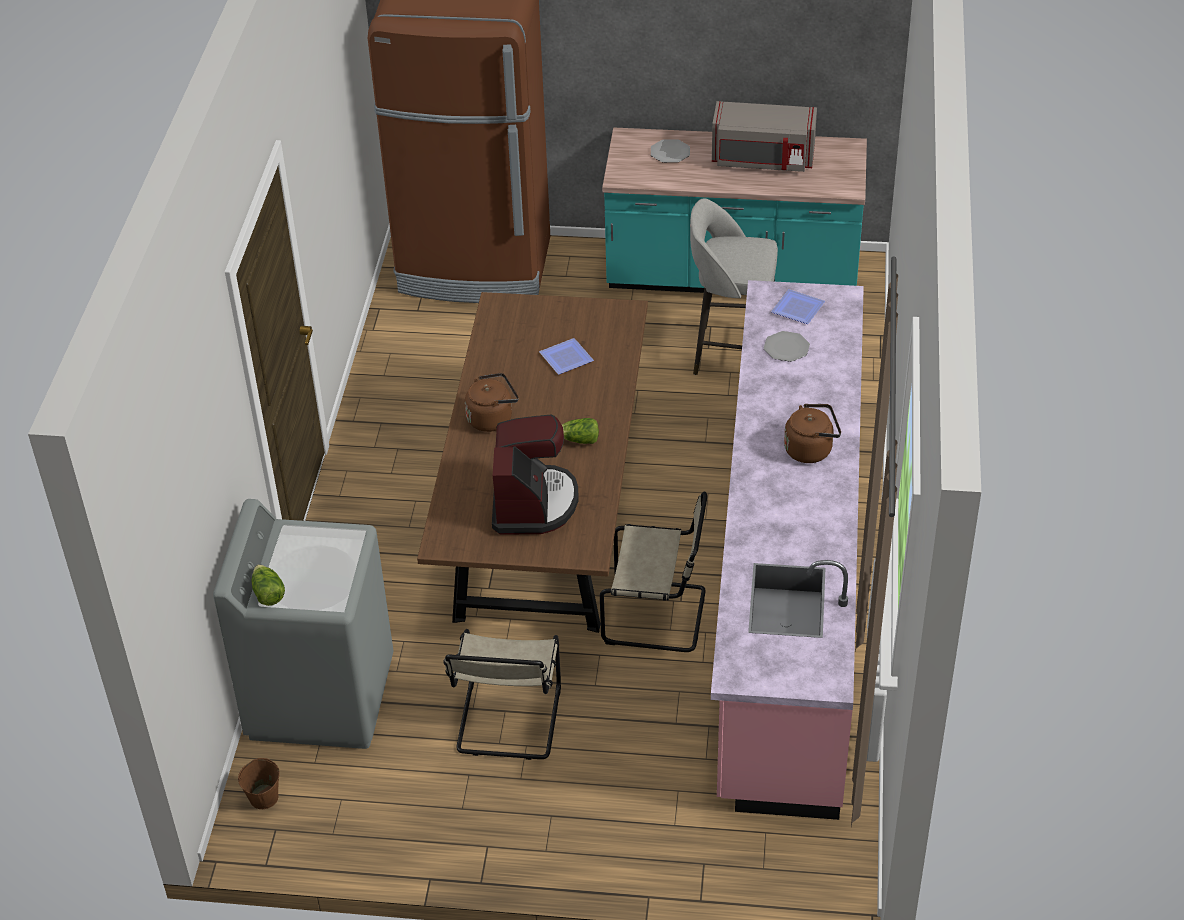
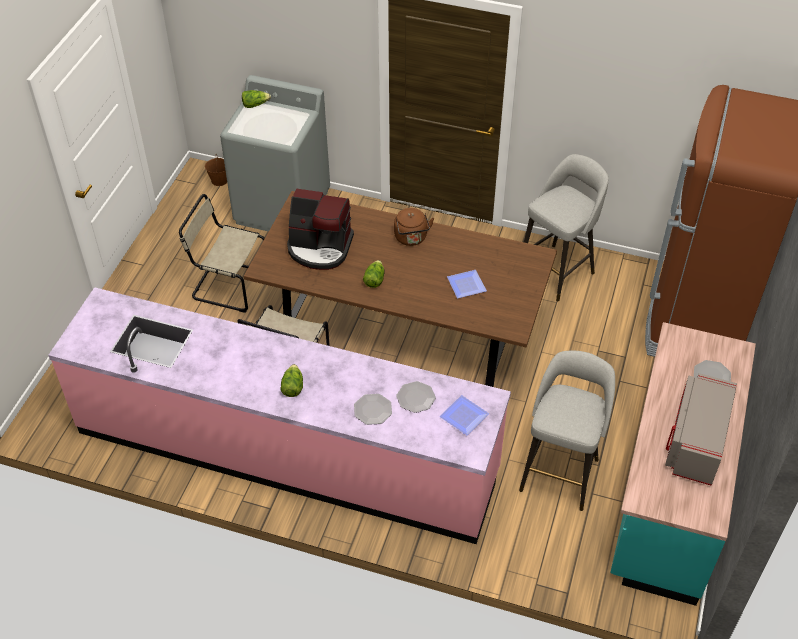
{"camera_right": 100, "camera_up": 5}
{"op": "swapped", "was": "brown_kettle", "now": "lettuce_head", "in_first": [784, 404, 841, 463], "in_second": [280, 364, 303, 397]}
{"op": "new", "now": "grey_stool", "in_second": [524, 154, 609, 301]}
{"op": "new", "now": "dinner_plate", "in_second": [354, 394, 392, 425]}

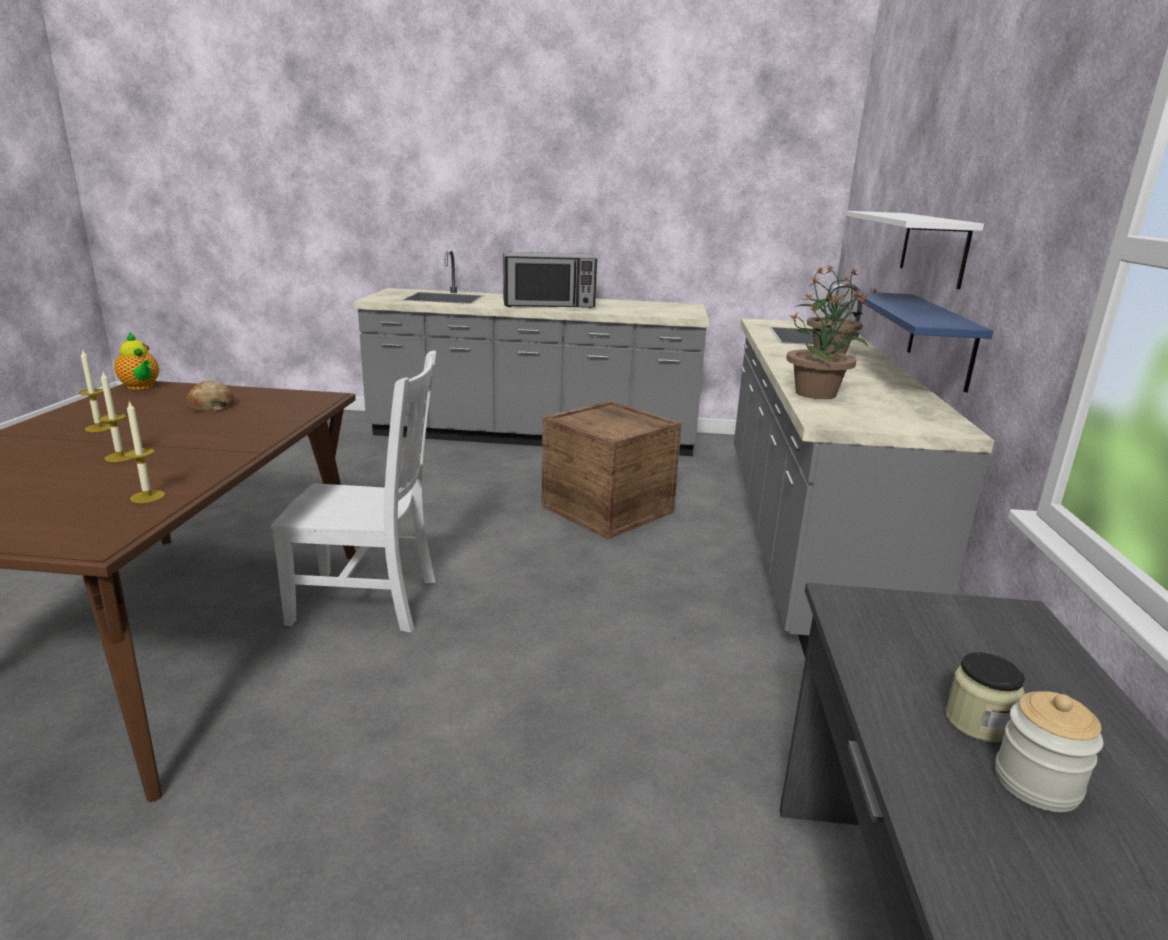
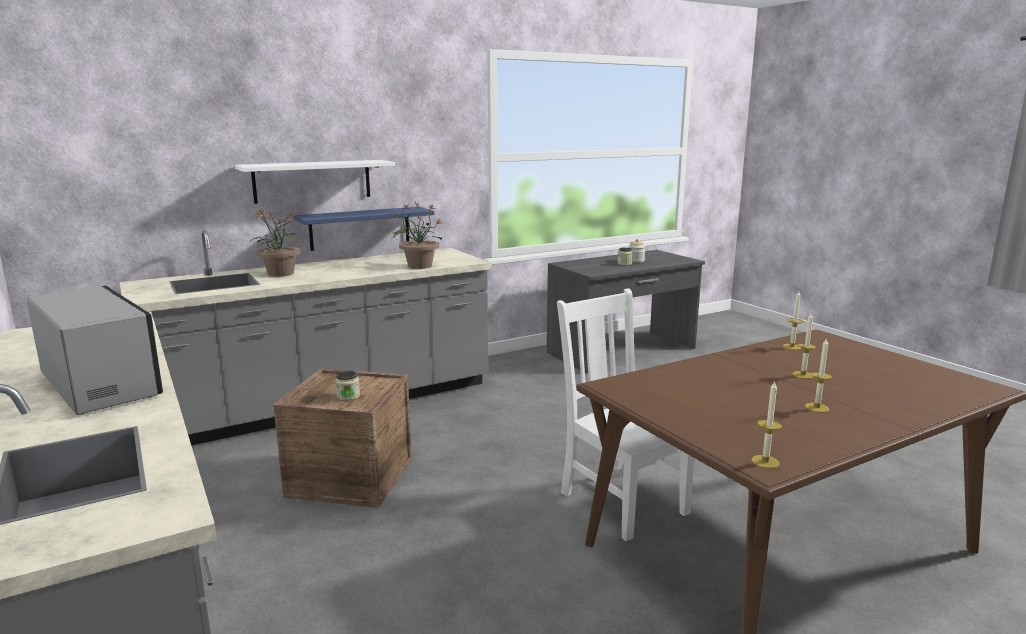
{"camera_right": -125, "camera_up": -5}
{"op": "swapped", "was": "tea_pot", "now": "candle", "in_first": [114, 332, 159, 390], "in_second": [751, 381, 782, 469]}
{"op": "gone", "was": "bread", "in_first": [187, 381, 234, 411]}
{"op": "new", "now": "preserve_jar", "in_second": [336, 371, 360, 401]}

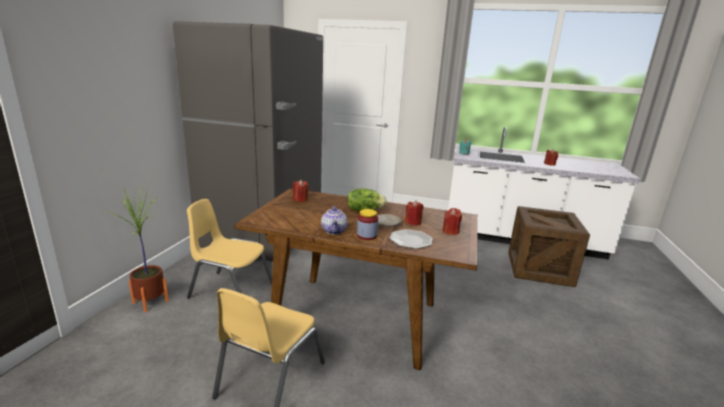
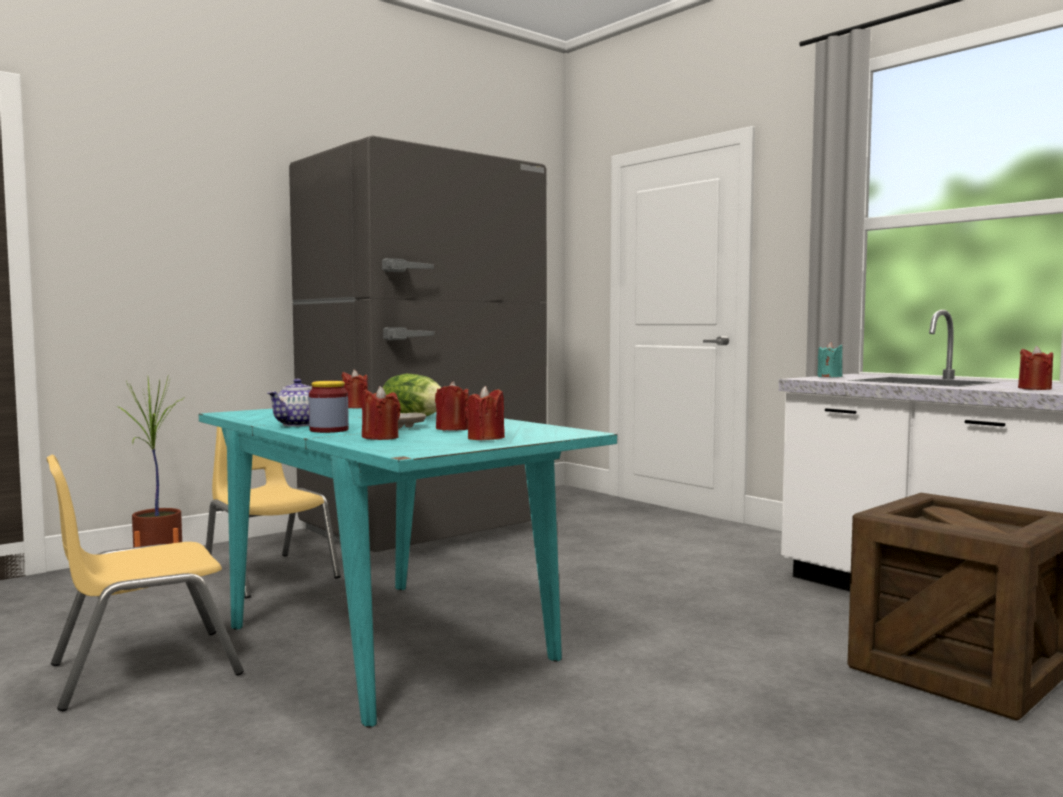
{"camera_right": 35, "camera_up": -15}
{"op": "repainted", "was": "brown_dining_table", "now": "turquoise_dining_table", "in_first": [234, 188, 478, 370], "in_second": [199, 408, 617, 728]}
{"op": "swapped", "was": "dinner_plate", "now": "reddish_candle", "in_first": [389, 229, 433, 249], "in_second": [362, 386, 401, 440]}

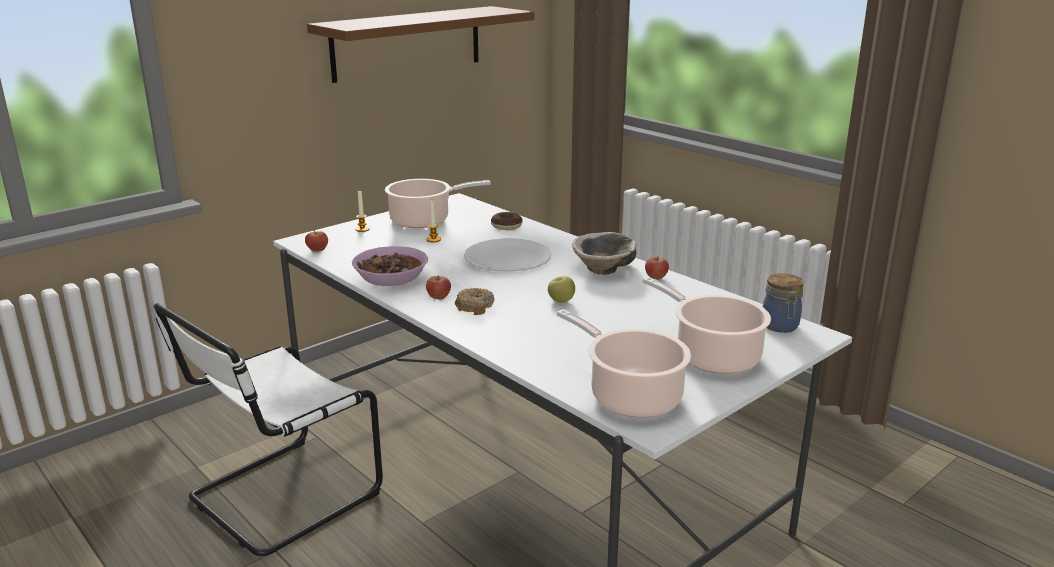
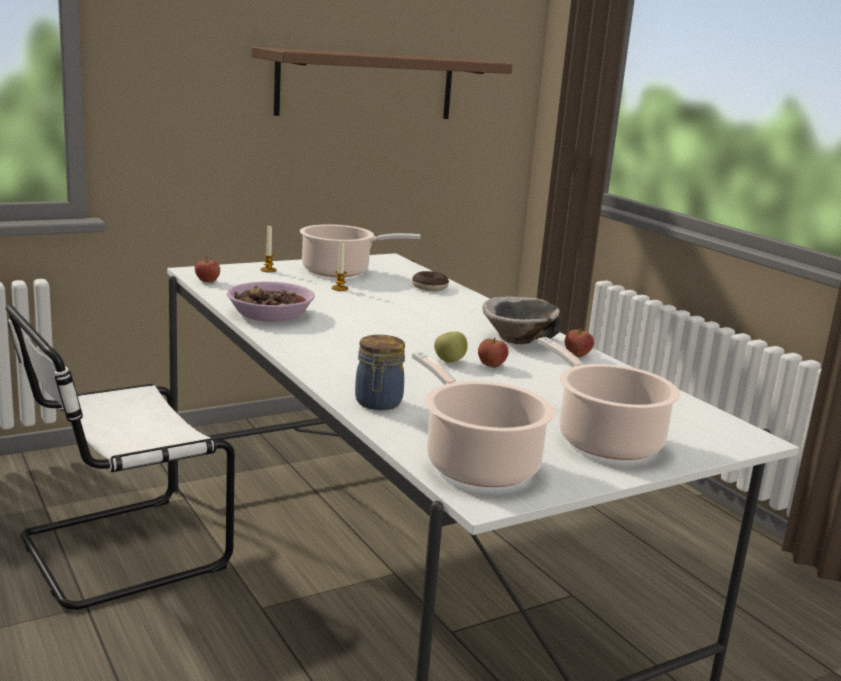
{"camera_right": 10, "camera_up": -5}
{"op": "gone", "was": "whitish_dinner_plate", "in_first": [464, 238, 551, 272]}
{"op": "shifted", "was": "preserve_jar", "in_first": [763, 273, 804, 333], "in_second": [355, 335, 405, 410]}
{"op": "shifted", "was": "apple_fruit", "in_first": [426, 275, 451, 300], "in_second": [478, 337, 508, 368]}
{"op": "gone", "was": "doughnut", "in_first": [455, 288, 495, 315]}

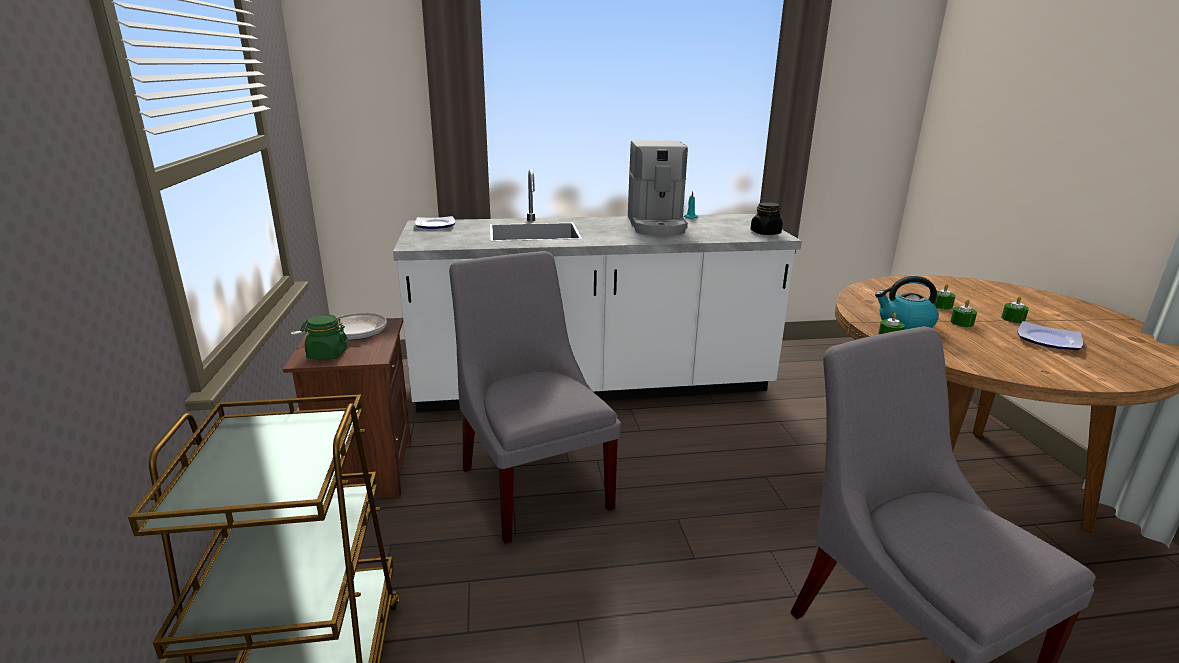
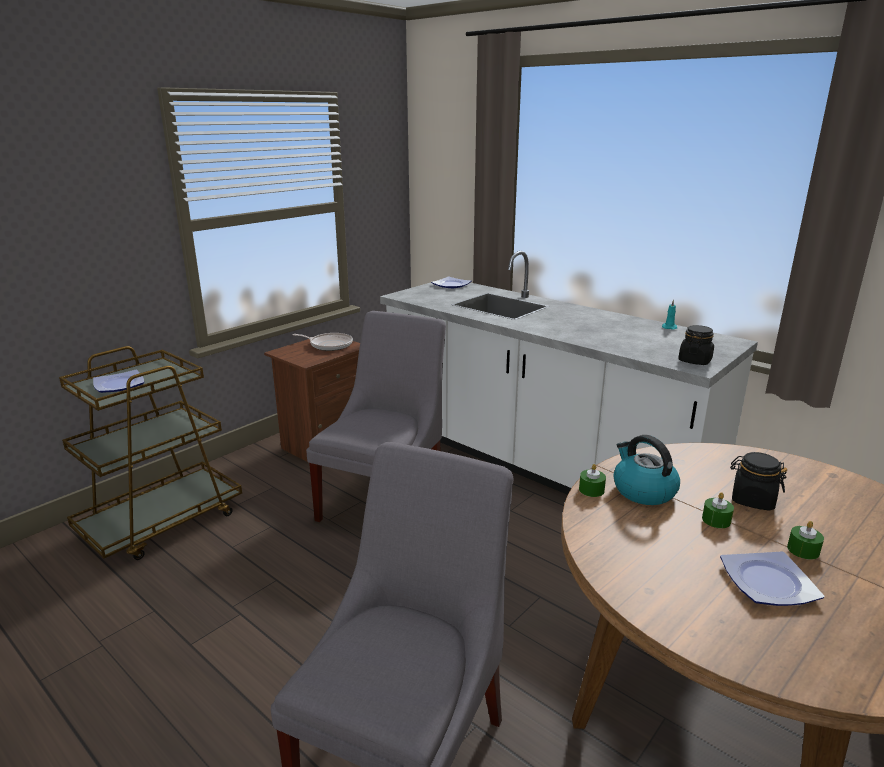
{"camera_right": 50, "camera_up": 0}
{"op": "gone", "was": "coffee_machine", "in_first": [628, 140, 688, 237]}
{"op": "swapped", "was": "green-coloured_candle", "now": "blackish_preserve_jar", "in_first": [933, 284, 956, 310], "in_second": [730, 452, 787, 511]}
{"op": "gone", "was": "green-coloured_preserve_jar", "in_first": [300, 315, 348, 360]}
{"op": "new", "now": "dinner_plate", "in_second": [93, 370, 144, 393]}

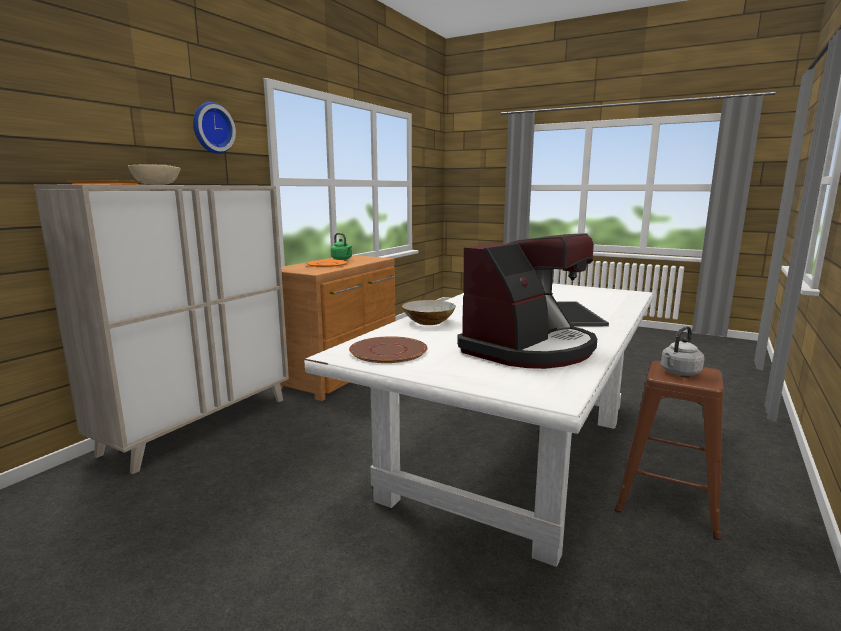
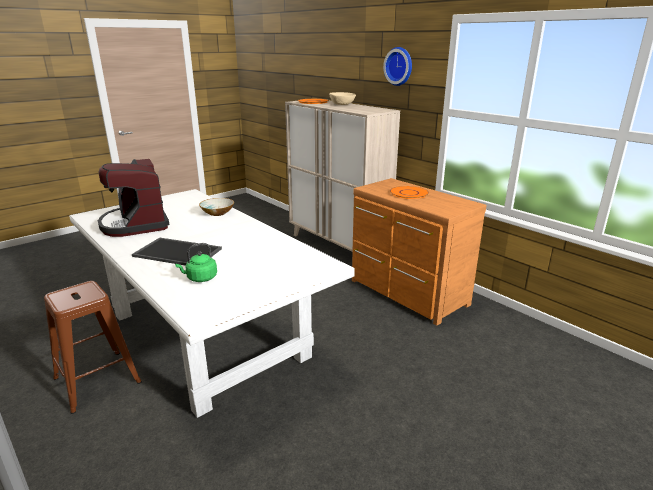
{"camera_right": 110, "camera_up": 10}
{"op": "shifted", "was": "green-coloured_kettle", "in_first": [331, 233, 352, 260], "in_second": [175, 243, 217, 282]}
{"op": "gone", "was": "grey_kettle", "in_first": [661, 326, 704, 376]}
{"op": "gone", "was": "brown_dinner_plate", "in_first": [349, 336, 428, 363]}

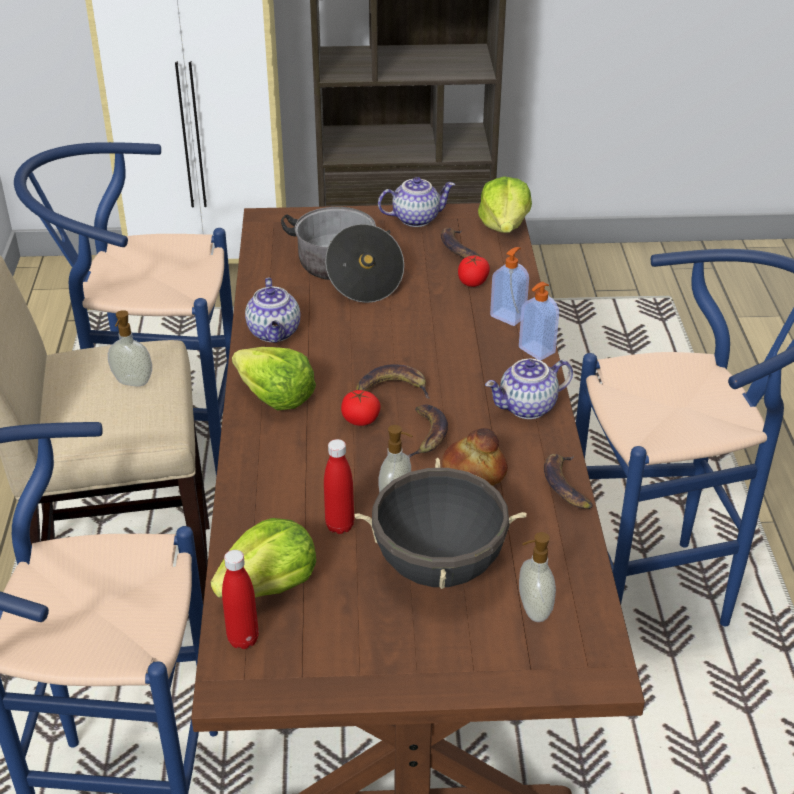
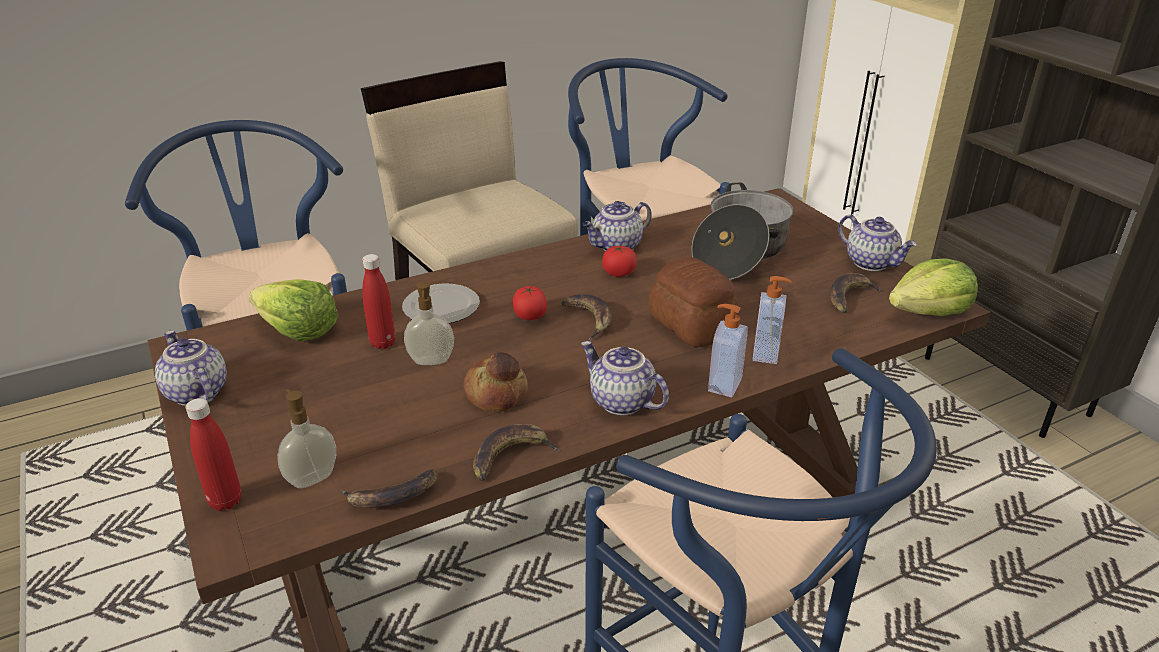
{"camera_right": 65, "camera_up": -5}
{"op": "shifted", "was": "fresh_tomato", "in_first": [458, 255, 490, 287], "in_second": [602, 246, 637, 277]}
{"op": "gone", "was": "soap_dispenser", "in_first": [108, 310, 152, 387]}
{"op": "gone", "was": "lettuce_head", "in_first": [232, 347, 316, 411]}
{"op": "shifted", "was": "banana_fruit", "in_first": [408, 405, 448, 458], "in_second": [340, 469, 437, 508]}
{"op": "gone", "was": "blackish_stockpot", "in_first": [355, 458, 526, 589]}
{"op": "shifted", "was": "reddish_drink_bottle", "in_first": [222, 550, 259, 649], "in_second": [186, 398, 241, 511]}
{"op": "new", "now": "bread", "in_second": [648, 257, 739, 347]}
{"op": "new", "now": "dinner_plate", "in_second": [402, 283, 480, 324]}
{"op": "new", "now": "tea_pot", "in_second": [155, 330, 227, 406]}

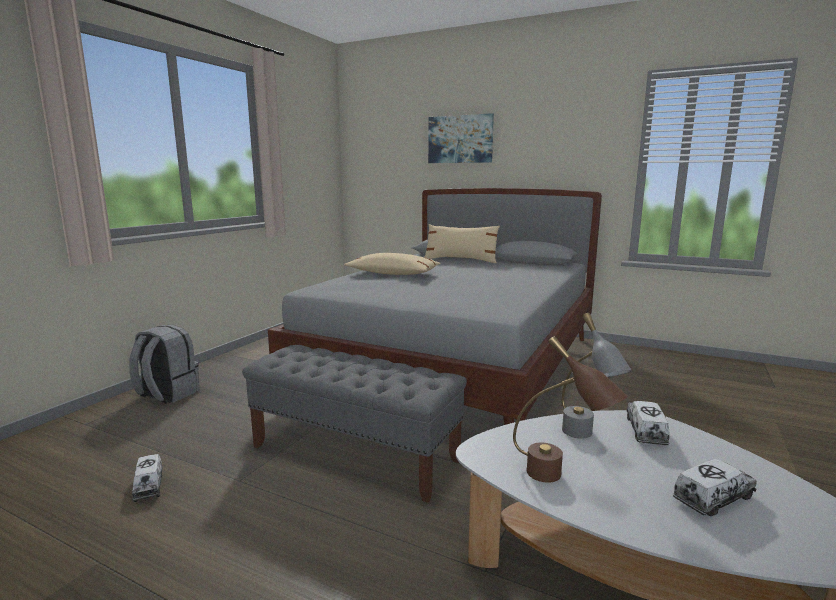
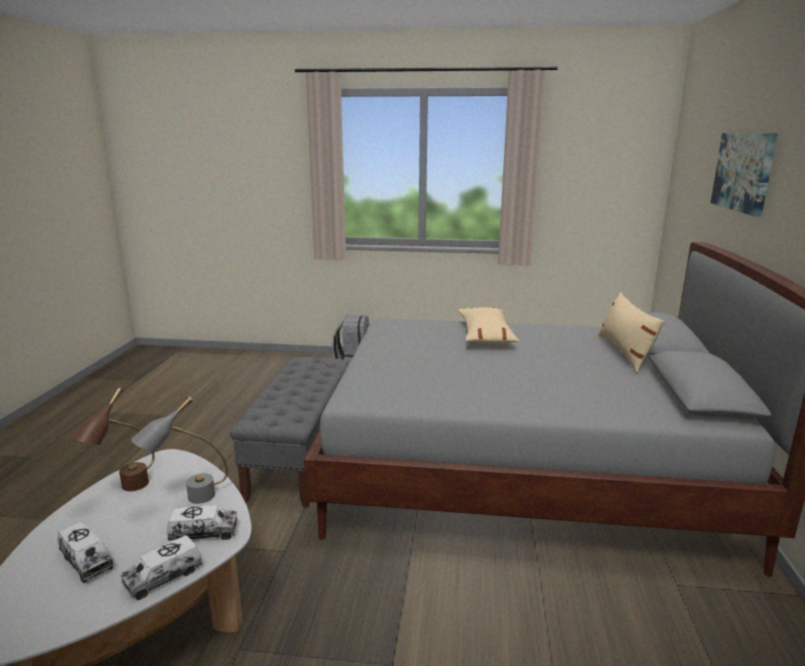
{"camera_right": 70, "camera_up": 5}
{"op": "shifted", "was": "model_truck", "in_first": [132, 454, 163, 502], "in_second": [121, 535, 203, 600]}

